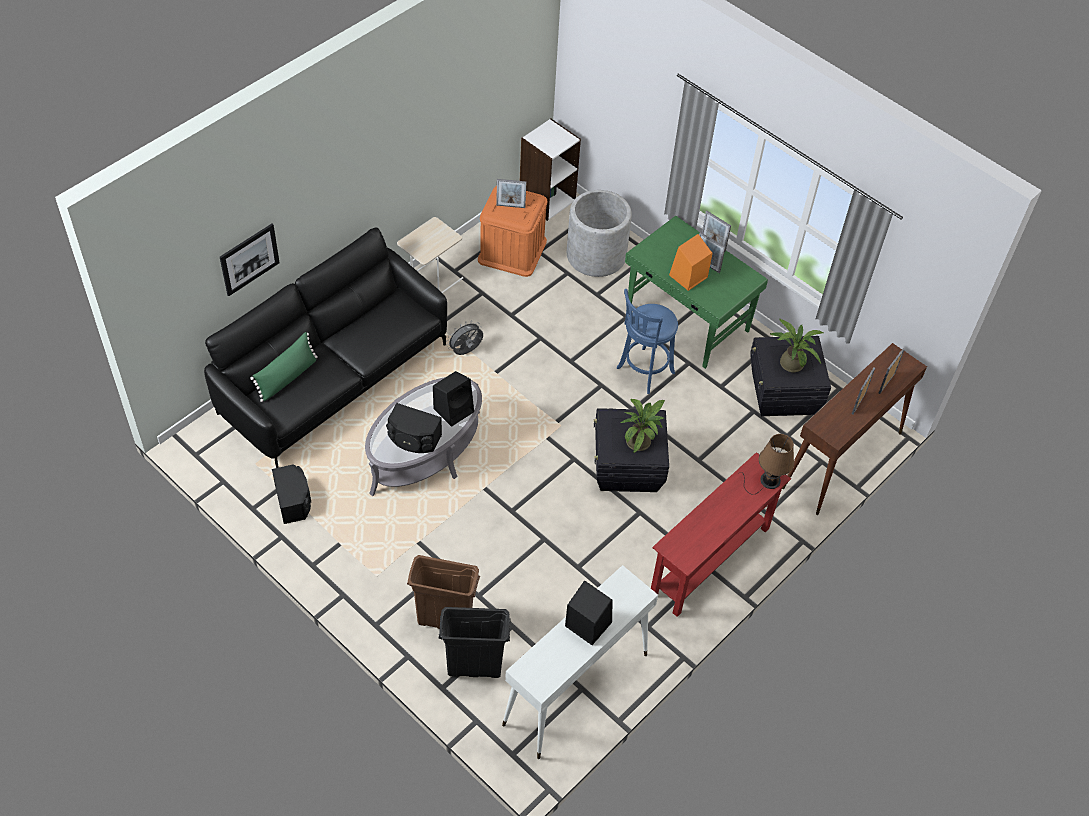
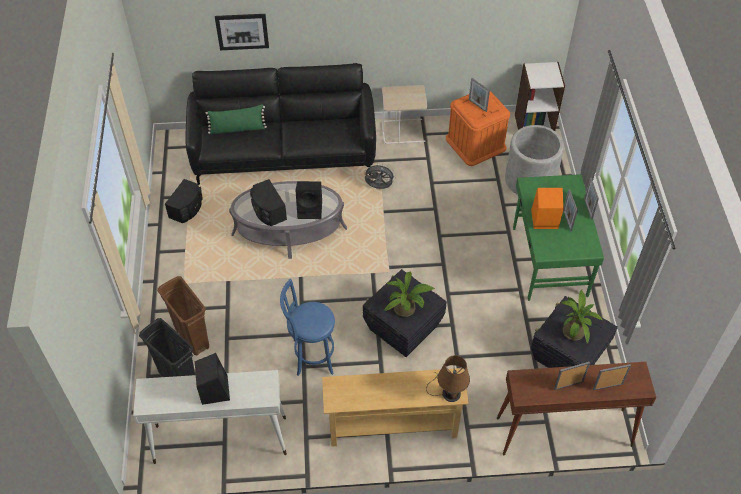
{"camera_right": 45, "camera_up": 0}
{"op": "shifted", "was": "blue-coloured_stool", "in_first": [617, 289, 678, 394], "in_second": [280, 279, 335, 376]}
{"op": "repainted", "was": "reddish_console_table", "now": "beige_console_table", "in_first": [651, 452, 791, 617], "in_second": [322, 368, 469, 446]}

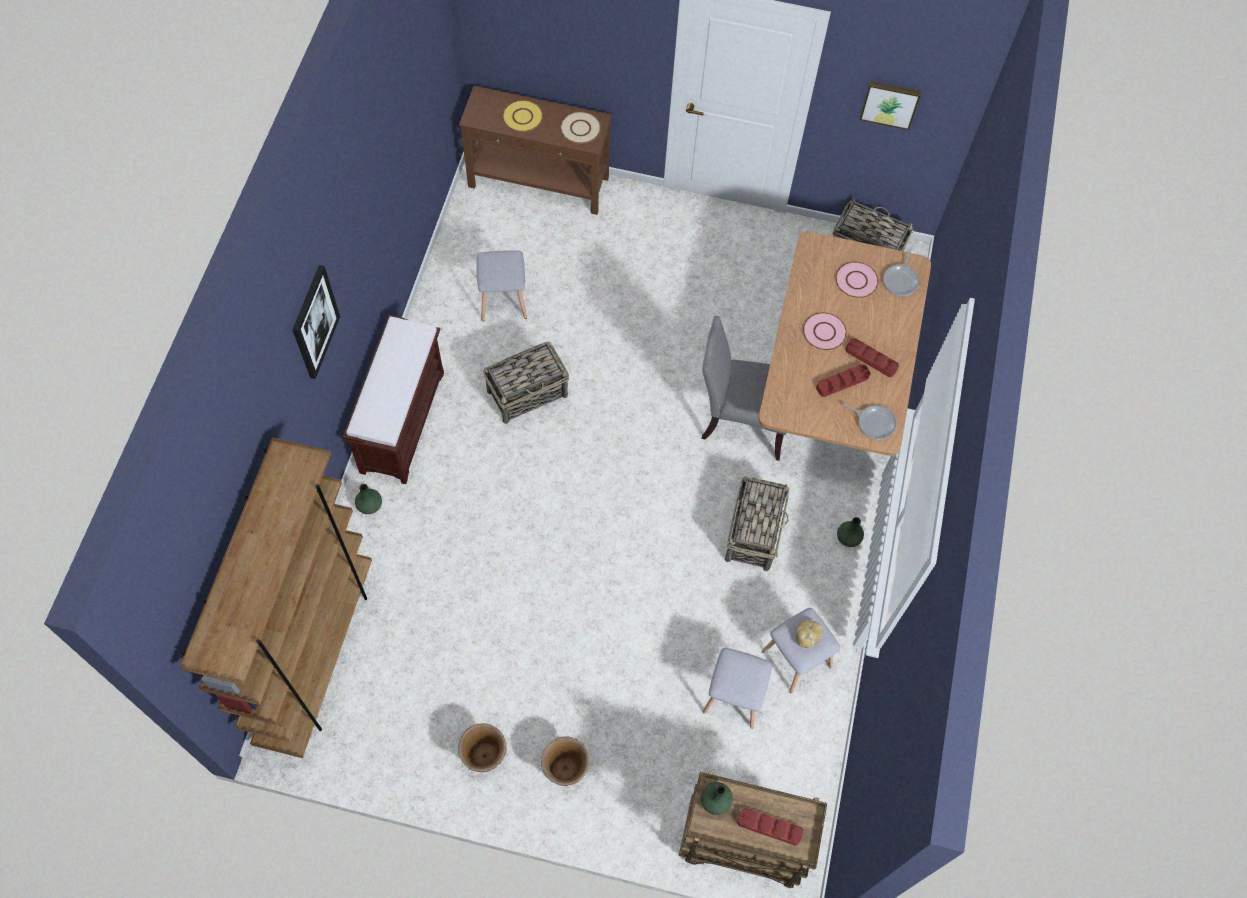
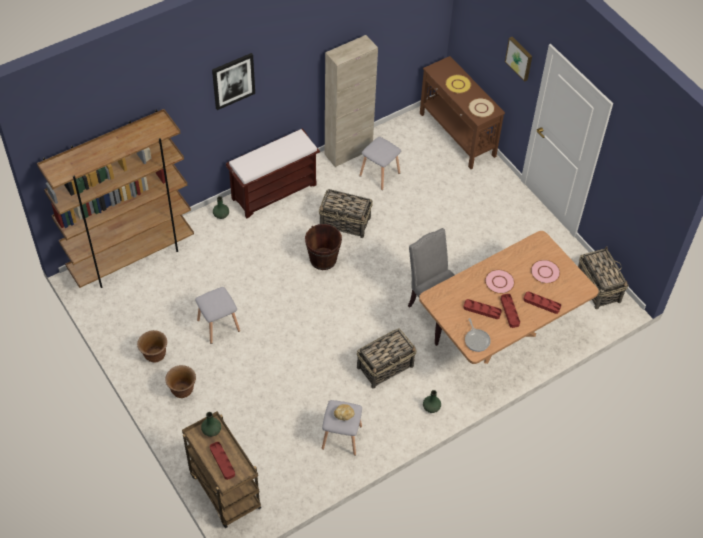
{"camera_right": 45, "camera_up": -10}
{"op": "shifted", "was": "wall_art", "in_first": [860, 81, 921, 130], "in_second": [505, 37, 532, 82]}
{"op": "gone", "was": "frying_pan", "in_first": [883, 250, 919, 296]}
{"op": "shifted", "was": "grey_stool", "in_first": [703, 648, 772, 729], "in_second": [195, 287, 240, 344]}
{"op": "new", "now": "beige_storage_cabinet", "in_second": [325, 35, 378, 167]}
{"op": "new", "now": "brown_pail", "in_second": [305, 224, 342, 270]}
{"op": "new", "now": "reddish_tray", "in_second": [523, 291, 561, 314]}

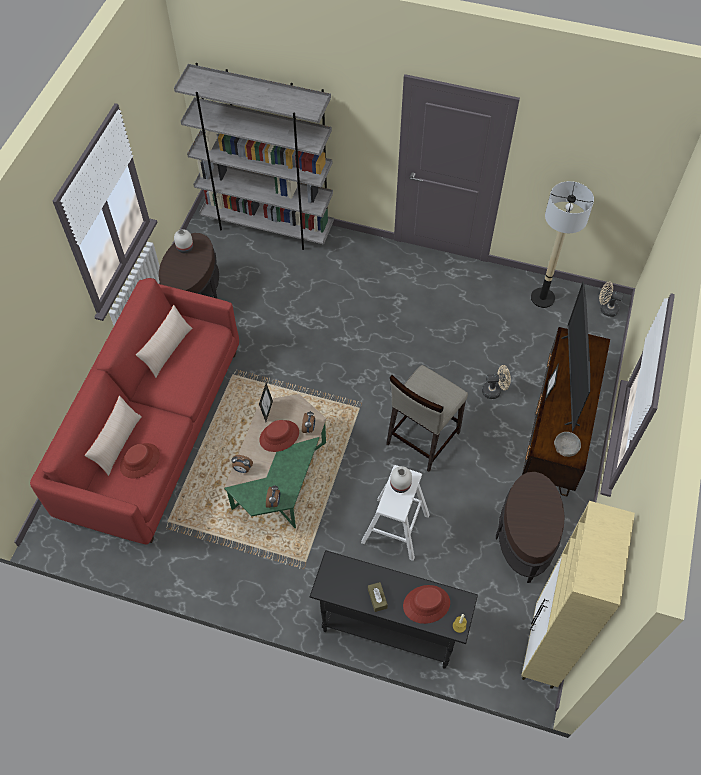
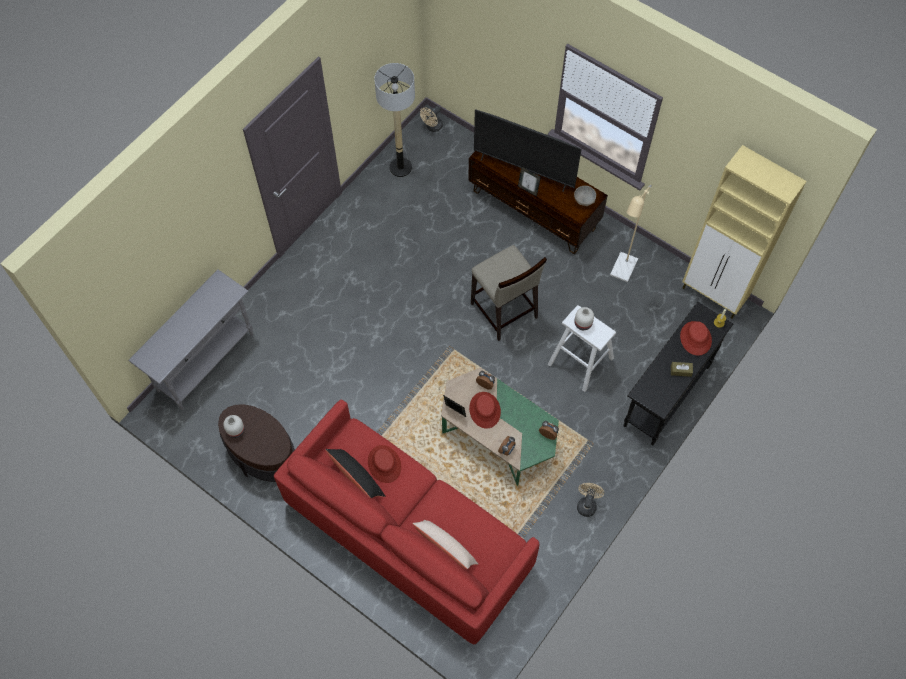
{"camera_right": -70, "camera_up": 5}
{"op": "swapped", "was": "grey_bookcase", "now": "grey_console_table", "in_first": [174, 63, 334, 250], "in_second": [128, 270, 254, 410]}
{"op": "repainted", "was": "beige_throw_pillow", "now": "blackish_throw_pillow", "in_first": [136, 305, 192, 378], "in_second": [325, 449, 386, 498]}
{"op": "shifted", "was": "beige_electric_fan", "in_first": [482, 365, 511, 399], "in_second": [577, 483, 604, 517]}
{"op": "shifted", "was": "reddish_wearable_hat", "in_first": [120, 443, 160, 478], "in_second": [368, 445, 401, 483]}
{"op": "swapped", "was": "brown_end_table", "now": "beige_standing_lamp", "in_first": [496, 472, 565, 583], "in_second": [610, 185, 652, 282]}

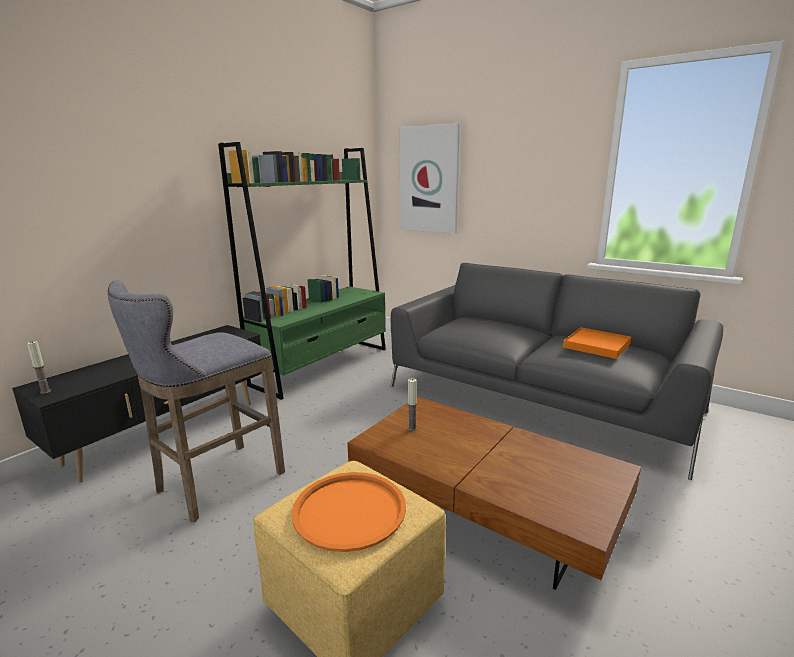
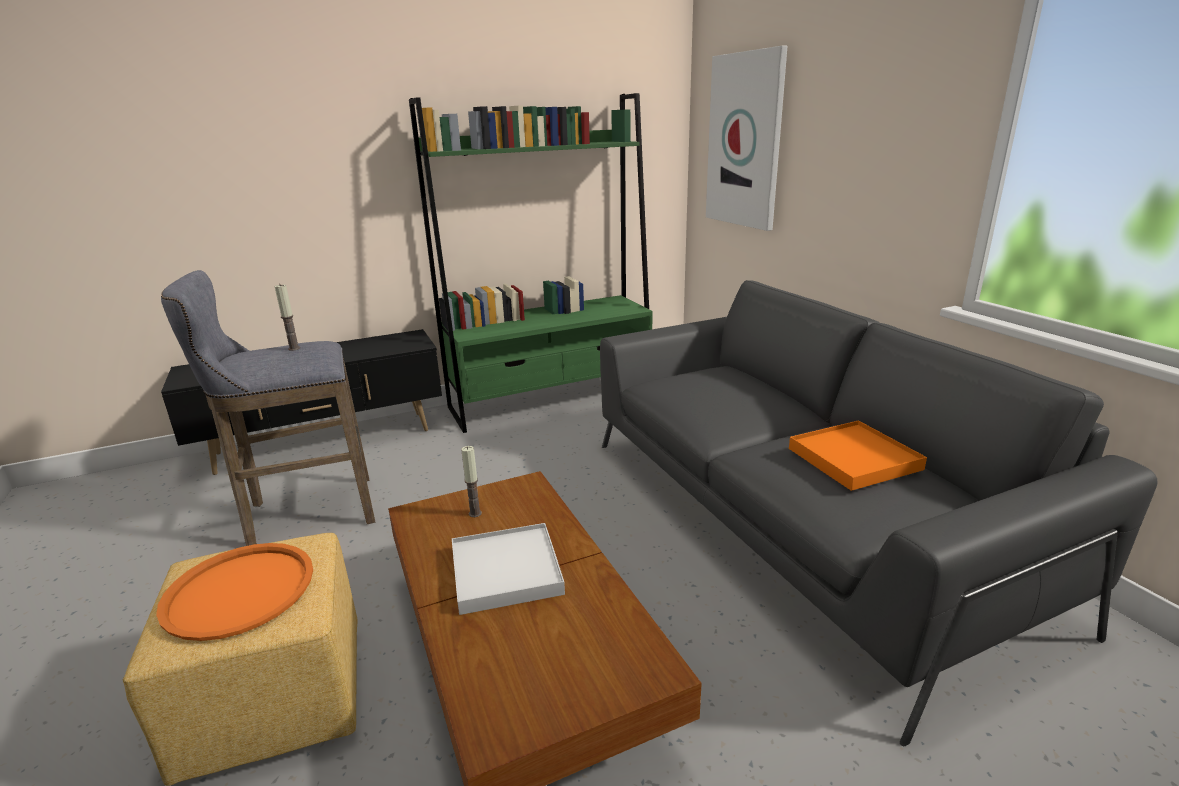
{"camera_right": 30, "camera_up": 5}
{"op": "shifted", "was": "candle", "in_first": [27, 341, 51, 394], "in_second": [275, 285, 300, 351]}
{"op": "new", "now": "whitish_tray", "in_second": [452, 523, 565, 615]}

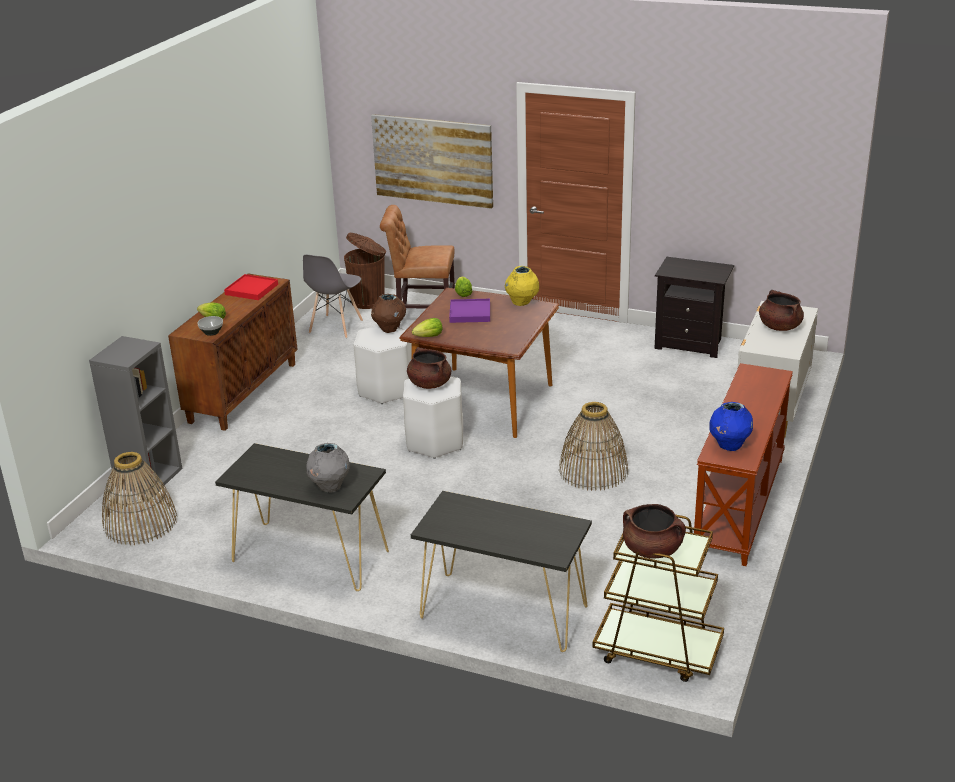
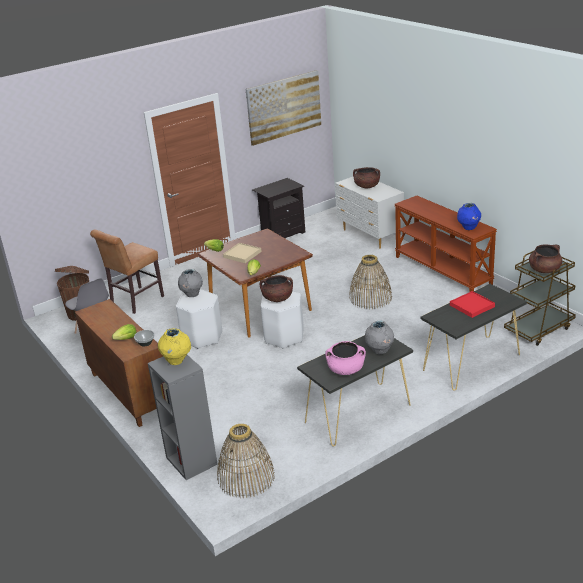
{"camera_right": -55, "camera_up": 0}
{"op": "shifted", "was": "wall_art", "in_first": [371, 114, 493, 209], "in_second": [246, 70, 321, 146]}
{"op": "shifted", "was": "yellowish_vase", "in_first": [505, 266, 539, 306], "in_second": [158, 328, 191, 365]}
{"op": "shifted", "was": "reddish_tray", "in_first": [224, 274, 278, 300], "in_second": [450, 291, 495, 318]}
{"op": "repainted", "was": "brown_vase", "now": "grey_vase", "in_first": [371, 294, 406, 333], "in_second": [178, 269, 203, 297]}
{"op": "repainted", "was": "purplish_tray", "now": "beige_tray", "in_first": [449, 299, 490, 323], "in_second": [223, 243, 262, 263]}
{"op": "new", "now": "pink-coloured_stockpot", "in_second": [325, 341, 366, 375]}

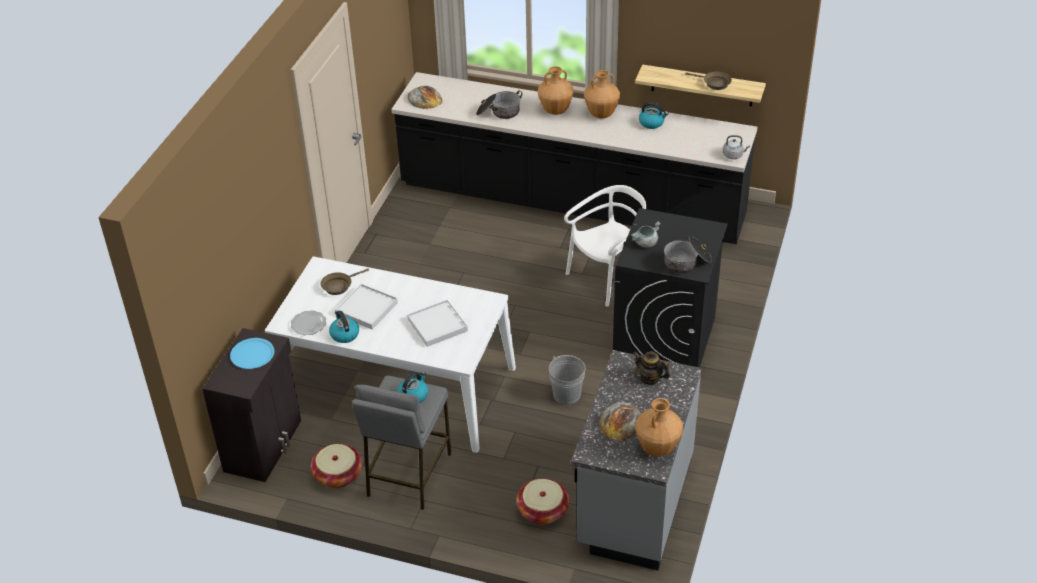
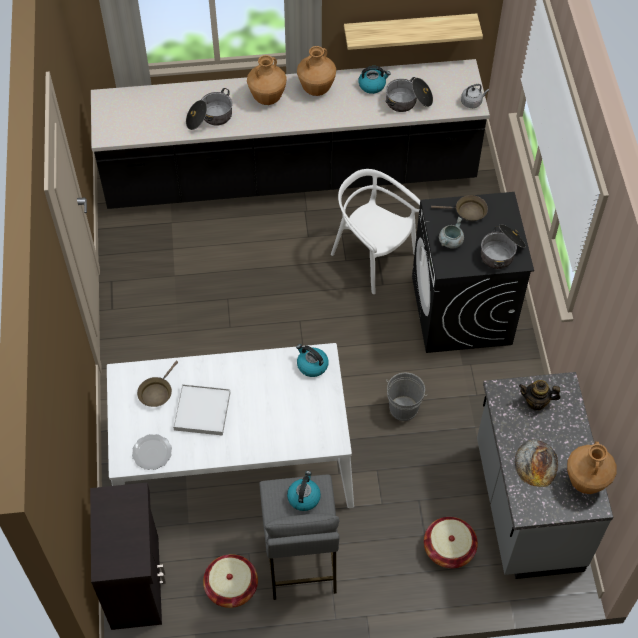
{"camera_right": -25, "camera_up": 15}
{"op": "shifted", "was": "brown_frying_pan", "in_first": [685, 72, 732, 90], "in_second": [431, 195, 488, 221]}
{"op": "gone", "was": "bread", "in_first": [408, 86, 442, 109]}
{"op": "rotated", "was": "whitish_chair", "in_first": [564, 185, 646, 307], "in_second": [331, 169, 420, 294], "clockwise": -75}
{"op": "gone", "was": "whitish_tray", "in_first": [407, 300, 468, 347]}
{"op": "shifted", "was": "kettle", "in_first": [329, 310, 359, 343], "in_second": [296, 344, 329, 377]}
{"op": "gone", "was": "blue-coloured_dinner_plate", "in_first": [230, 338, 274, 369]}
{"op": "new", "now": "stockpot", "in_second": [385, 77, 433, 112]}

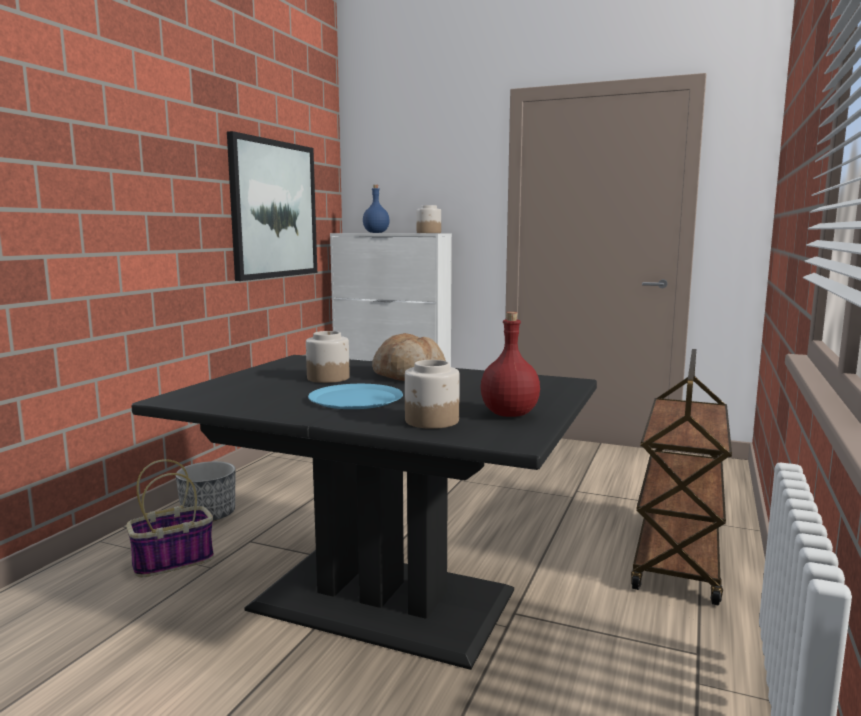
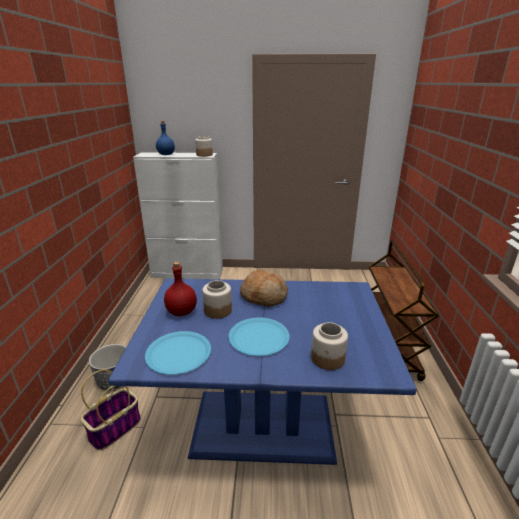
{"camera_right": -20, "camera_up": 15}
{"op": "gone", "was": "wall_art", "in_first": [227, 131, 317, 281]}
{"op": "shifted", "was": "reddish_drink_bottle", "in_first": [481, 312, 540, 417], "in_second": [164, 262, 197, 316]}
{"op": "repainted", "was": "blackish_dining_table", "now": "blue-coloured_dining_table", "in_first": [132, 355, 597, 670], "in_second": [108, 278, 417, 465]}
{"op": "new", "now": "blue-coloured_dinner_plate", "in_second": [145, 331, 211, 375]}

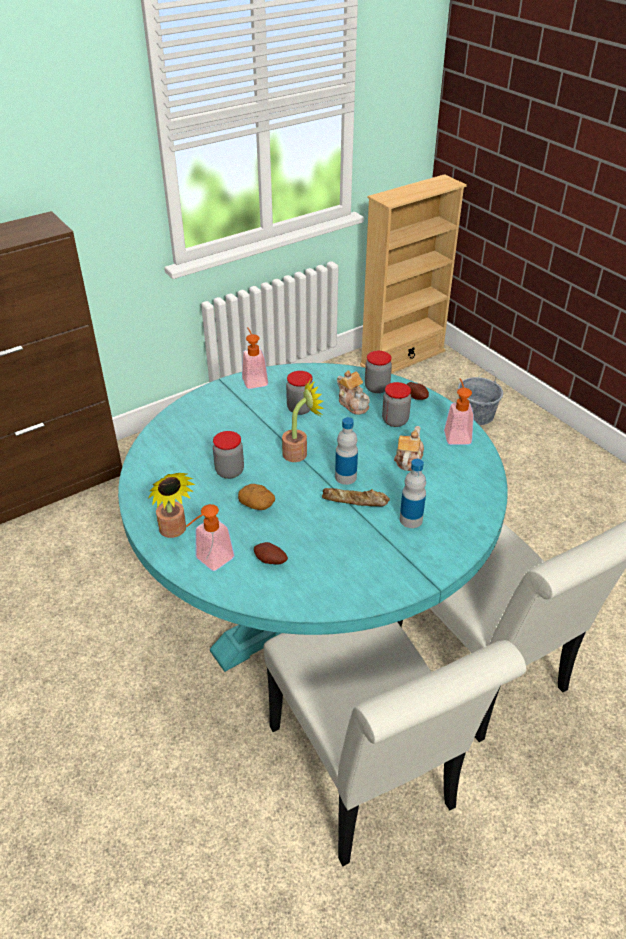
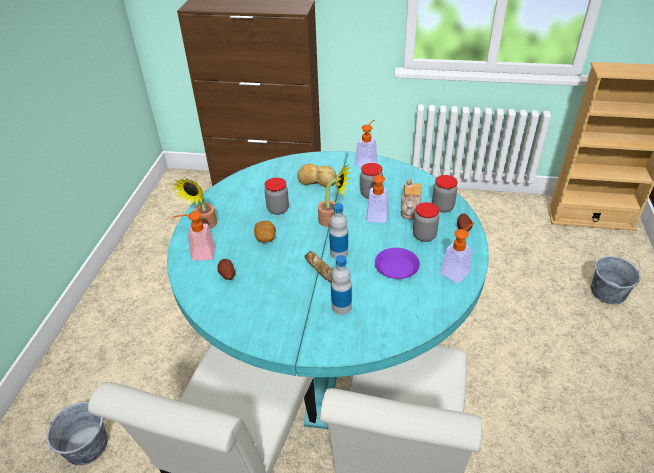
{"camera_right": 45, "camera_up": 0}
{"op": "swapped", "was": "tea_pot", "now": "purplish_dinner_plate", "in_first": [394, 426, 424, 471], "in_second": [375, 248, 420, 279]}
{"op": "new", "now": "bread", "in_second": [297, 164, 337, 187]}
{"op": "new", "now": "soap_dispenser", "in_second": [366, 167, 388, 223]}
{"op": "new", "now": "grey_pail", "in_second": [46, 402, 108, 465]}

